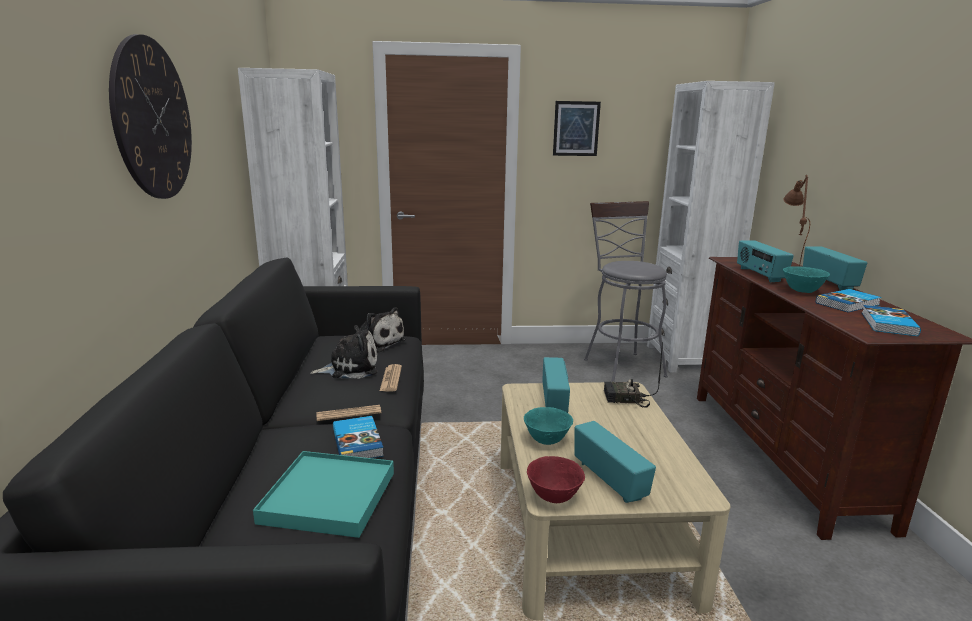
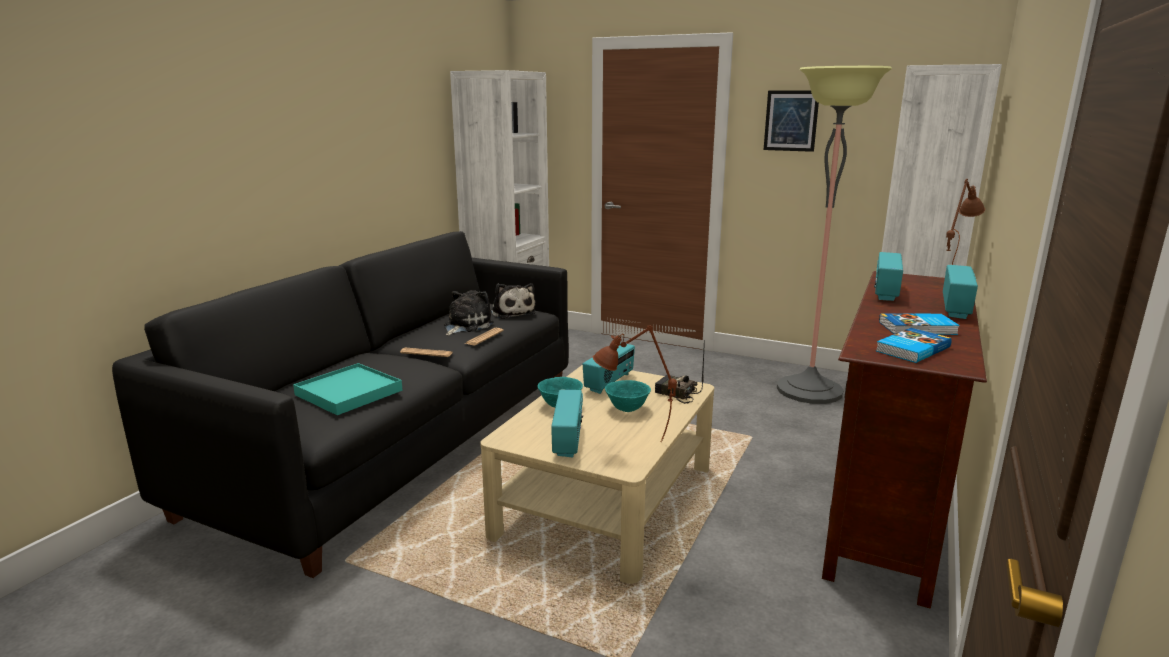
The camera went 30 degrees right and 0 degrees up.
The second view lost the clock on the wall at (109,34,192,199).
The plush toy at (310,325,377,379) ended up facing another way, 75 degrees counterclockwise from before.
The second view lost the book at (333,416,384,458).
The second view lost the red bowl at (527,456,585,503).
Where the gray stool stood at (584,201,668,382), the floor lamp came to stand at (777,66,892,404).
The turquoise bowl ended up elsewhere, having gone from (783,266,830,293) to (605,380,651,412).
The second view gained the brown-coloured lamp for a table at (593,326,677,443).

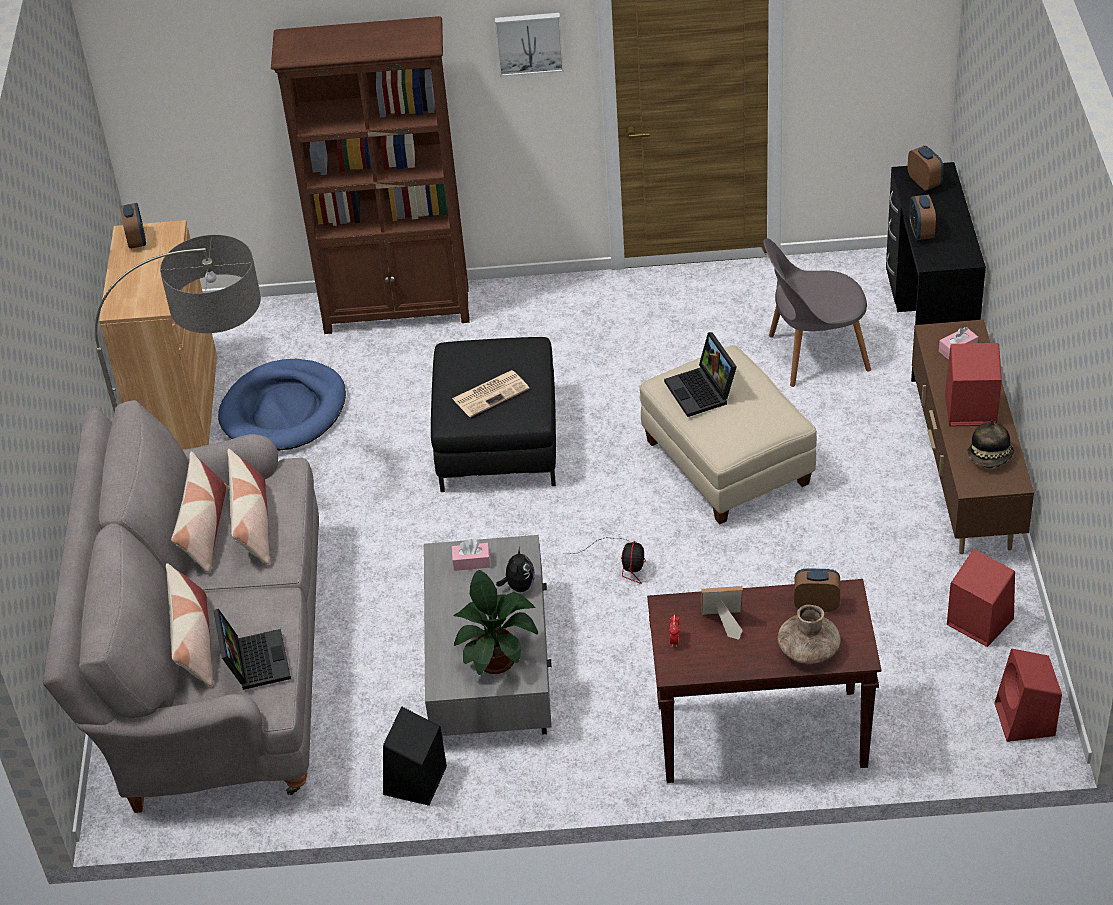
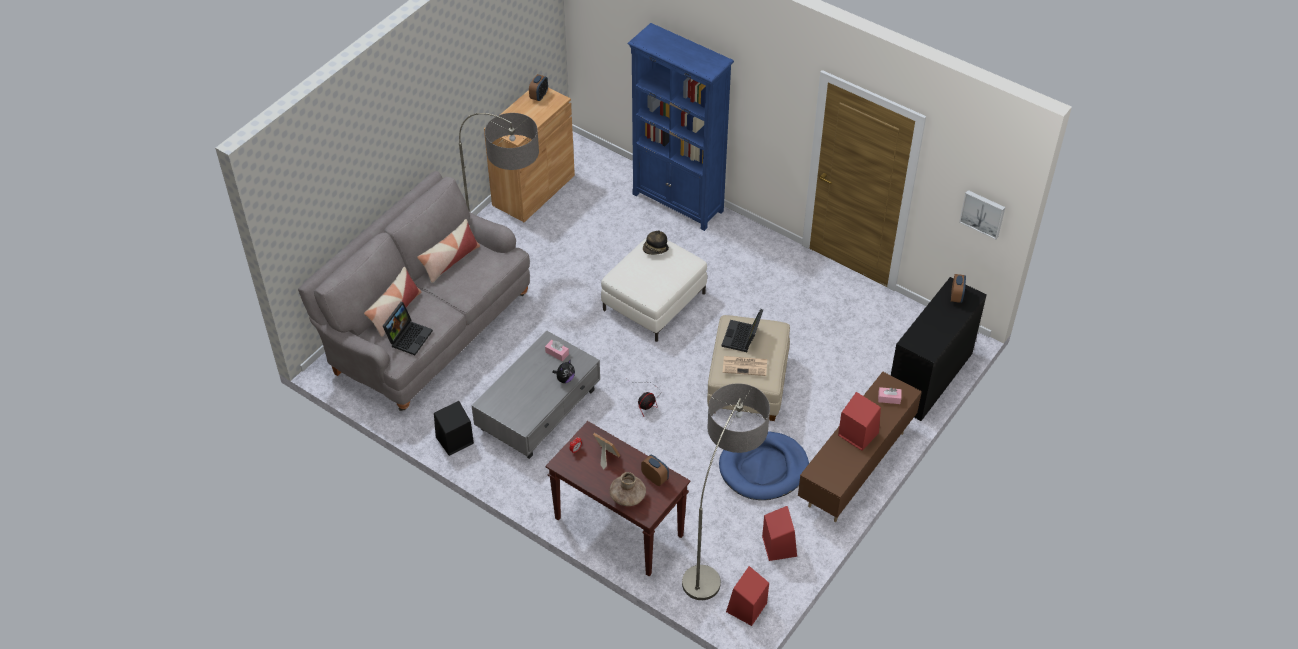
The camera went 35 degrees right and 5 degrees up.
The bluish dog cushion ended up elsewhere, having gone from (218,359,346,451) to (719,431,809,500).
The second view lost the throw pillow at (228,449,270,565).
What was the brown-coloured bookshelf at (271,16,470,334) turned into the bluish bookshelf at (628,23,734,231).
What was the black ottoman at (431,337,556,492) turned into the white-coloured ottoman at (601,237,707,342).
The printed paper ended up elsewhere, having gone from (452,370,529,417) to (723,356,767,376).
The second view lost the houseplant at (453,570,538,675).
The wall art ended up elsewhere, having gone from (495,13,564,77) to (959,190,1005,239).
The second view lost the gray upright chair at (763,238,871,387).
The second view lost the alarm clock at (909,195,936,240).
The hat ended up elsewhere, having gone from (967,420,1014,468) to (643,230,669,255).
The second view gained the floor lamp at (682,383,770,600).

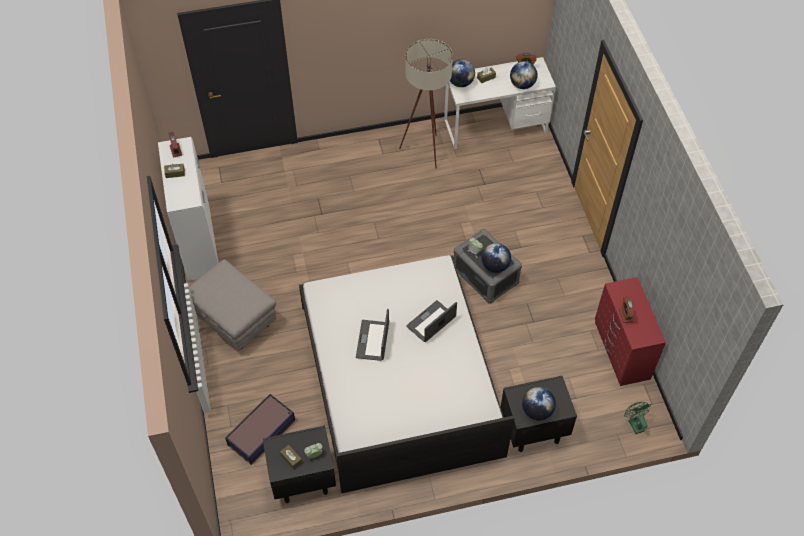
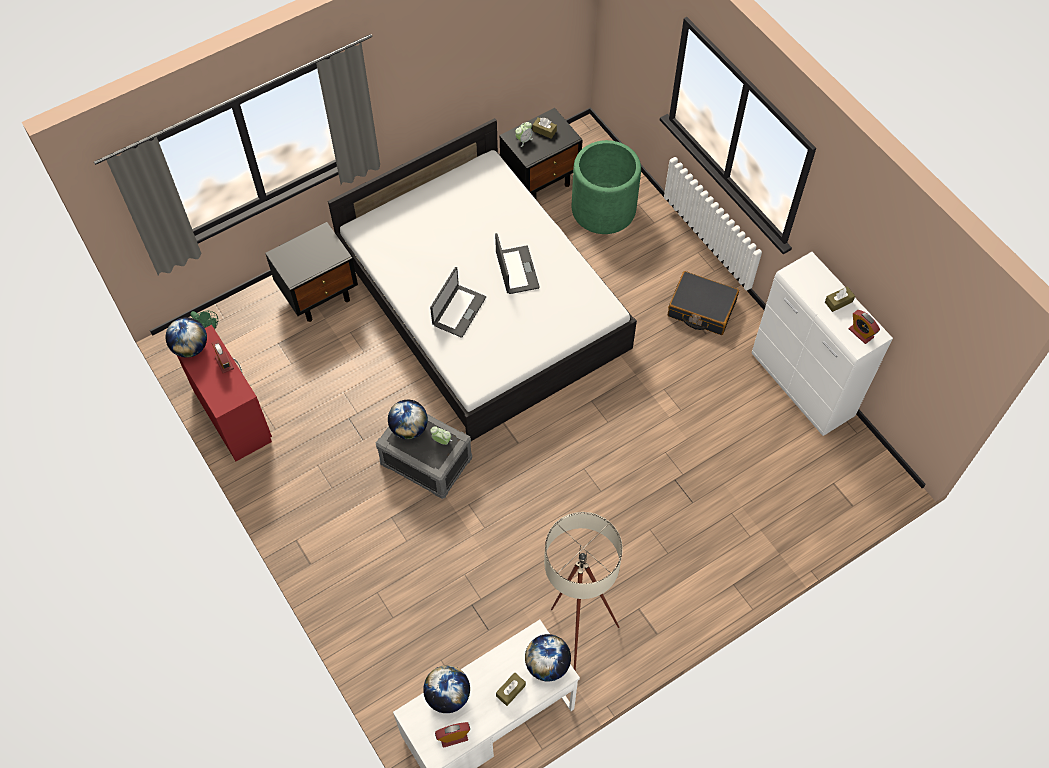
The camera went 160 degrees right and 5 degrees up.
Where the gray ottoman stood at (189,259,276,351), the black suitcase came to stand at (668,271,739,335).
Where the storage bin stood at (225,394,295,465), the greenish planter came to stand at (572,140,641,234).
The globe ended up elsewhere, having gone from (522,387,556,421) to (165,317,207,358).

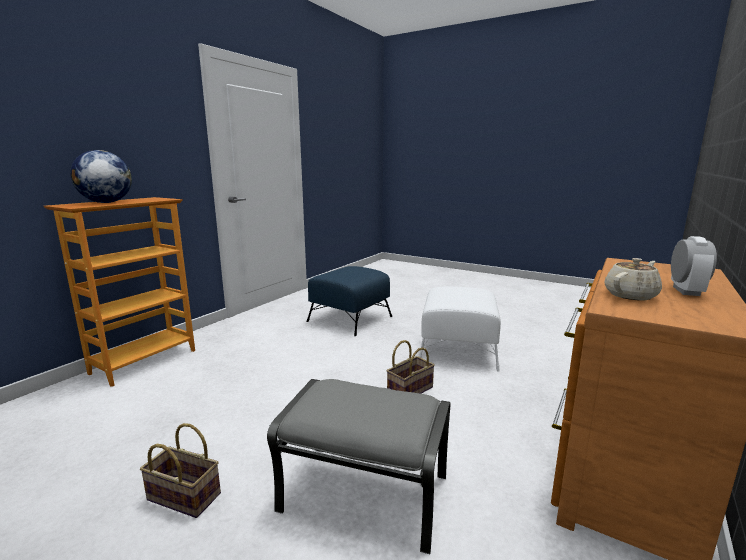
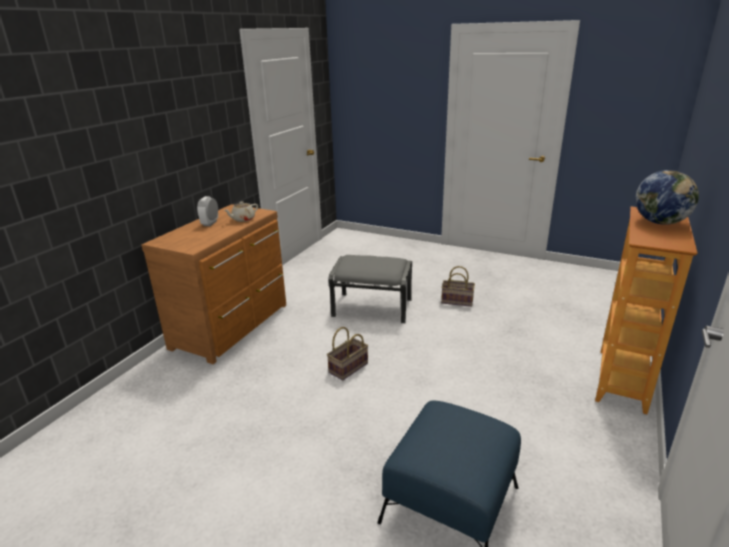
The camera went 175 degrees right and 10 degrees up.
The second view lost the white-coloured ottoman at (419,286,501,371).

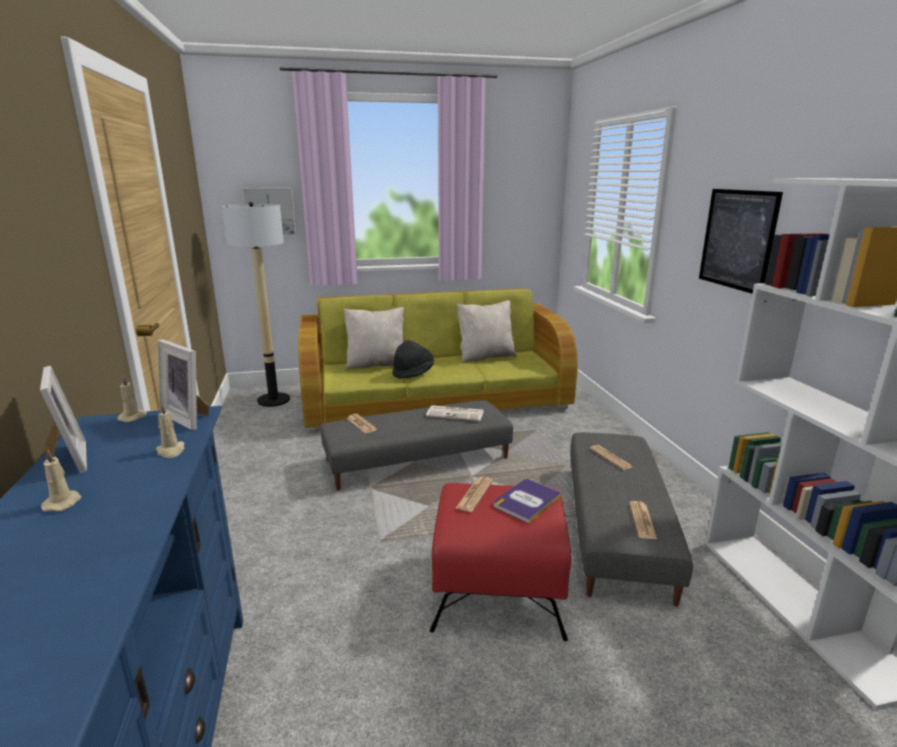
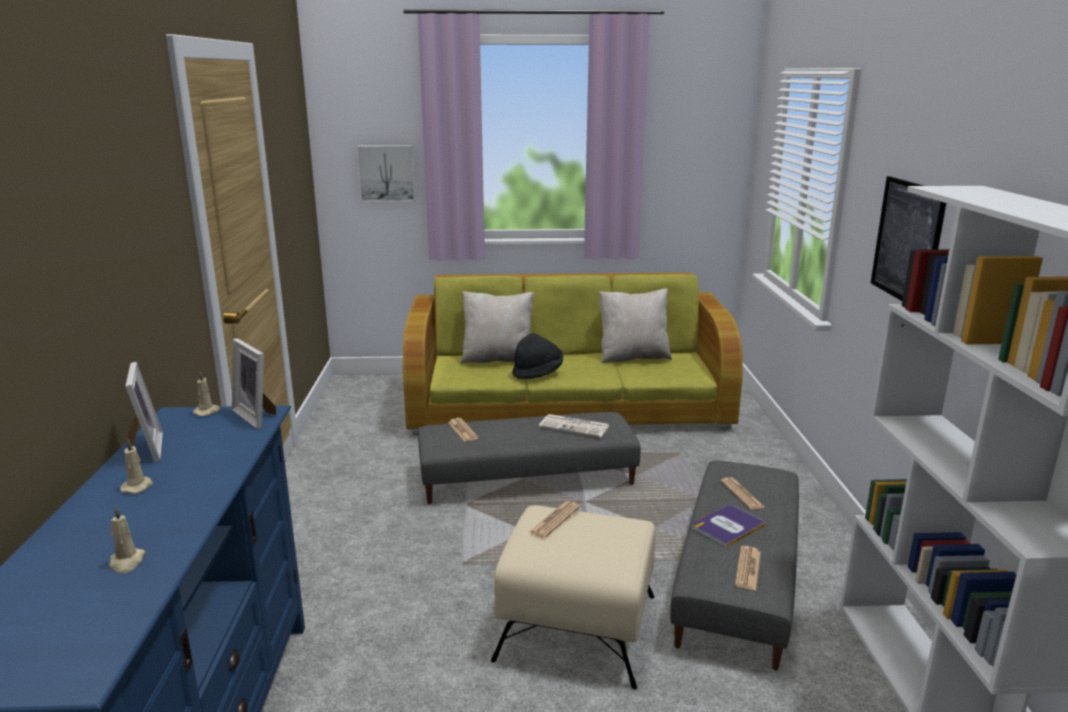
The camera went 10 degrees right and 0 degrees up.
The beige wax candle ended up elsewhere, having gone from (156,404,184,458) to (109,507,145,573).
The second view lost the floor lamp at (222,202,290,407).
What was the red ottoman at (430,483,571,641) turned into the beige ottoman at (491,505,656,690).
The book ended up elsewhere, having gone from (494,479,563,523) to (693,505,766,548).

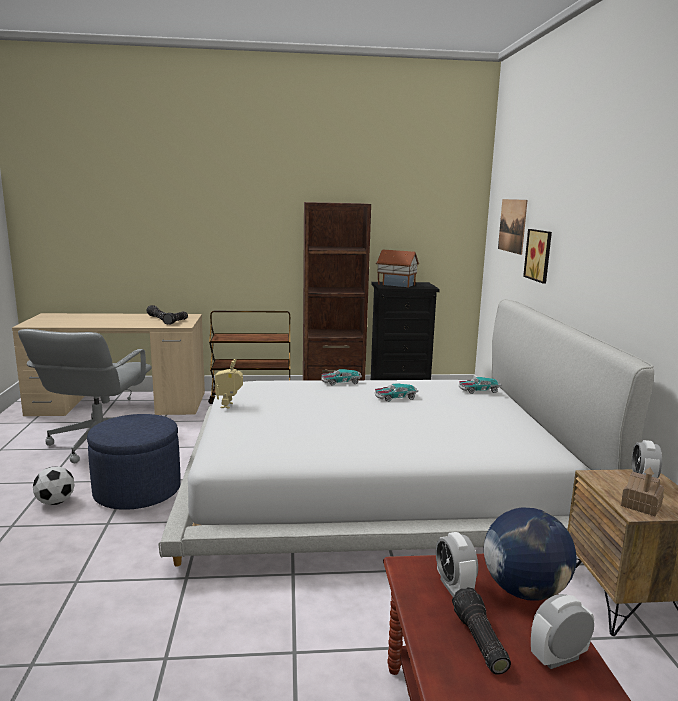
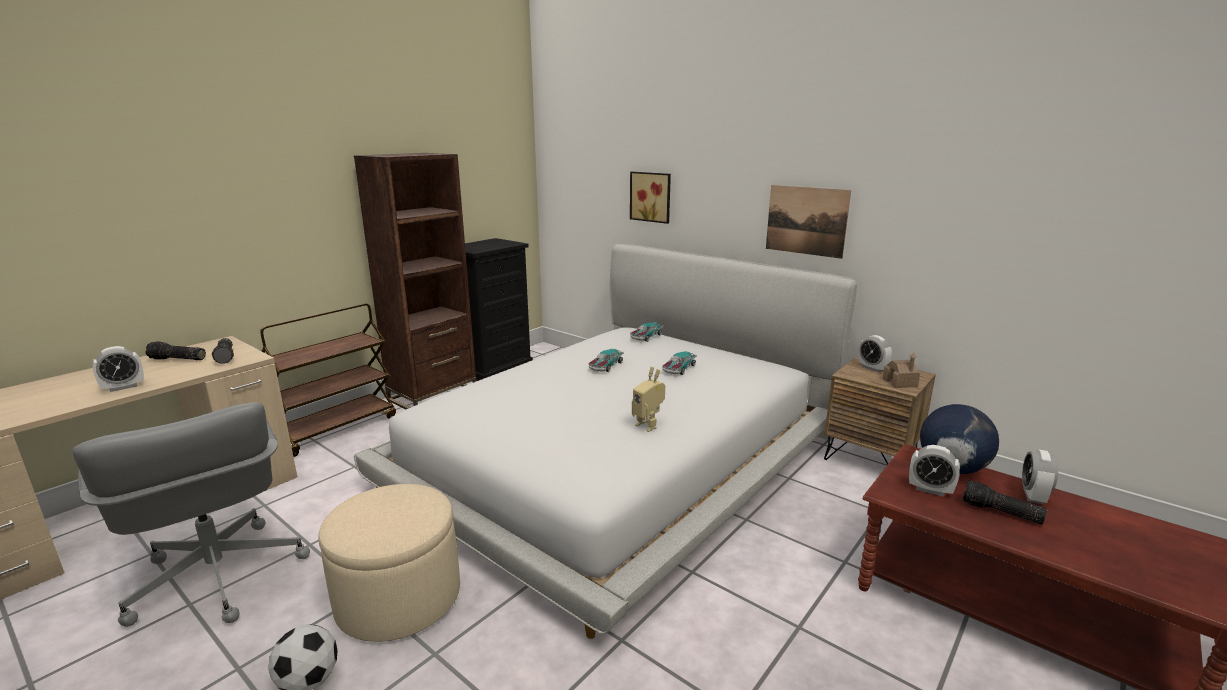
The camera went 45 degrees left and 5 degrees up.
What was the bluish ottoman at (87,414,181,510) turned into the beige ottoman at (318,484,460,642).
The toy robot ended up elsewhere, having gone from (215,359,243,409) to (632,367,665,432).
The miniature car ended up elsewhere, having gone from (321,369,362,386) to (662,351,697,375).
The second view lost the model house at (376,250,419,288).
The wall art ended up elsewhere, having gone from (498,199,528,255) to (766,185,851,259).
The second view gained the alarm clock at (92,346,144,392).

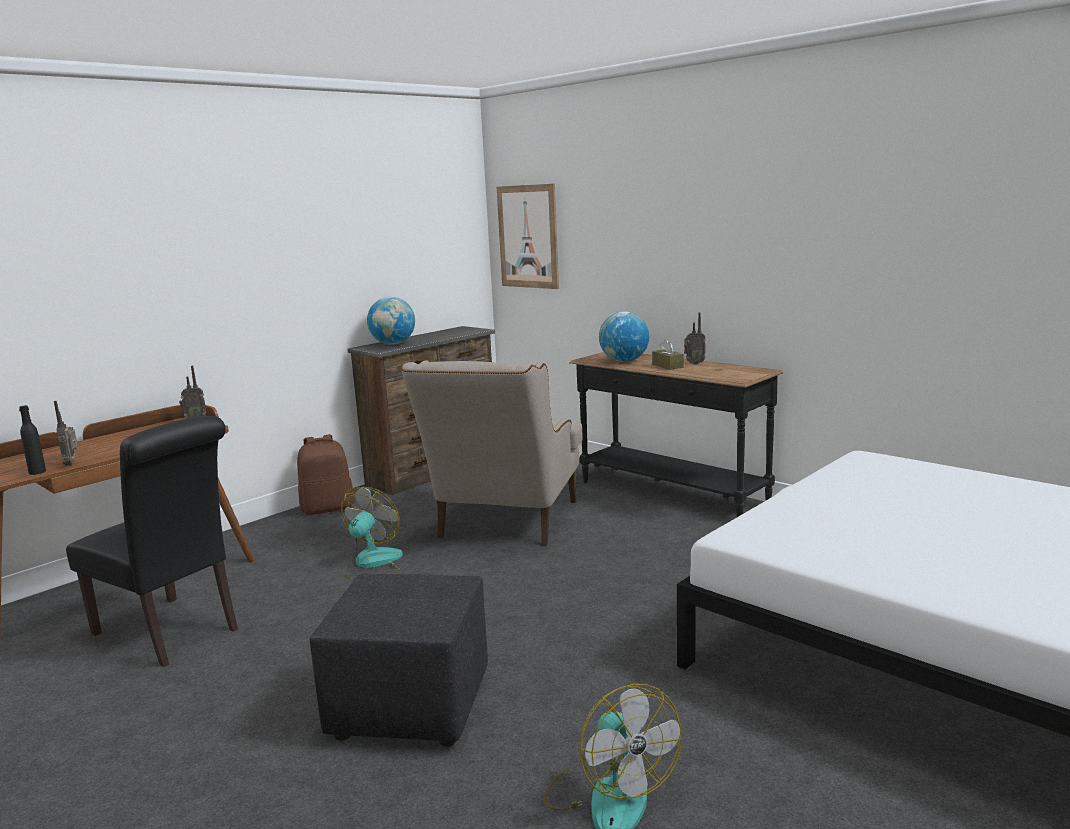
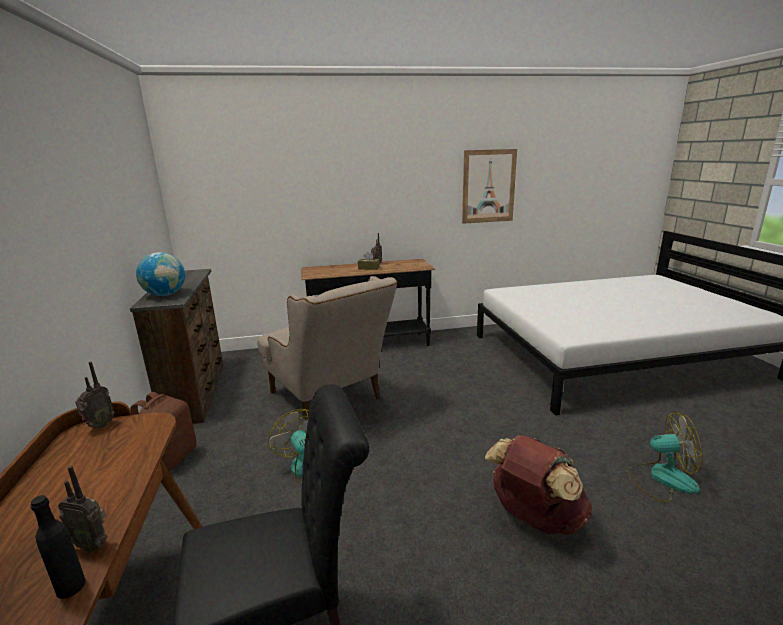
The camera went 55 degrees left and 5 degrees up.
Where the black ottoman stood at (310,573,488,747), the brown-coloured knapsack came to stand at (485,435,592,535).
The wall art ended up elsewhere, having gone from (497,184,559,289) to (462,149,517,224).
The second view lost the globe at (599,312,649,362).

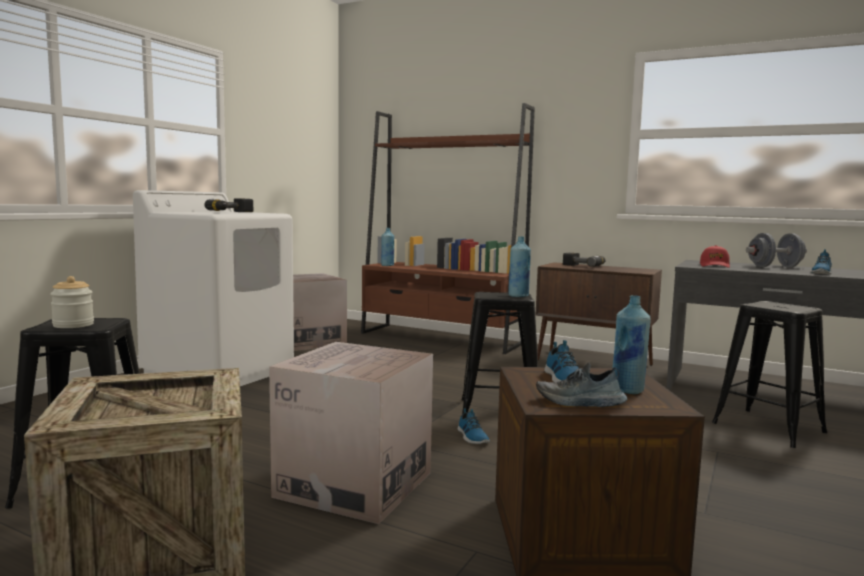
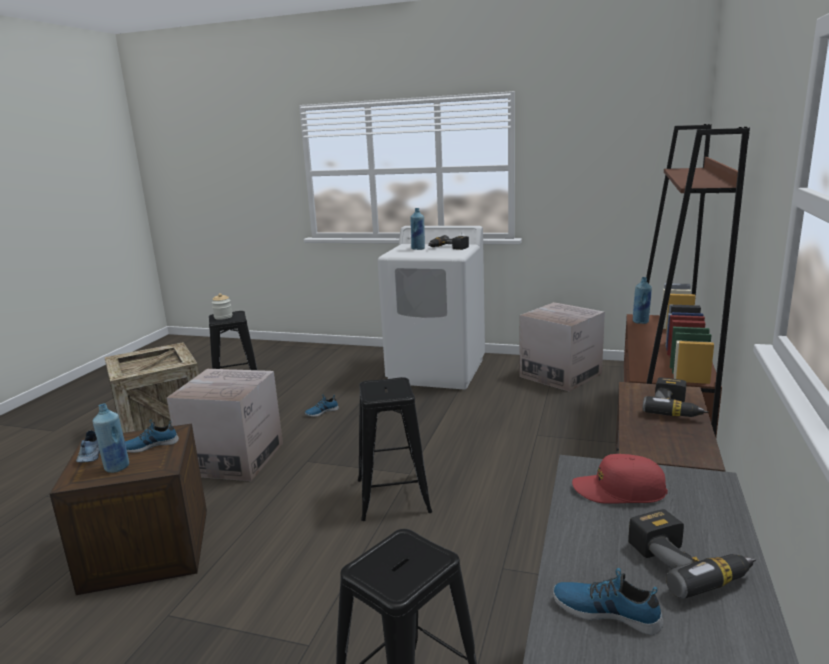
The camera went 80 degrees right and 10 degrees up.
The item of footwear ended up elsewhere, having gone from (457,408,490,444) to (304,394,339,417).
The bluish drink bottle ended up elsewhere, having gone from (509,236,531,297) to (410,208,425,250).
Where the gray dumbbell stood at (746,233,807,267), the electric drill came to stand at (628,509,756,599).

